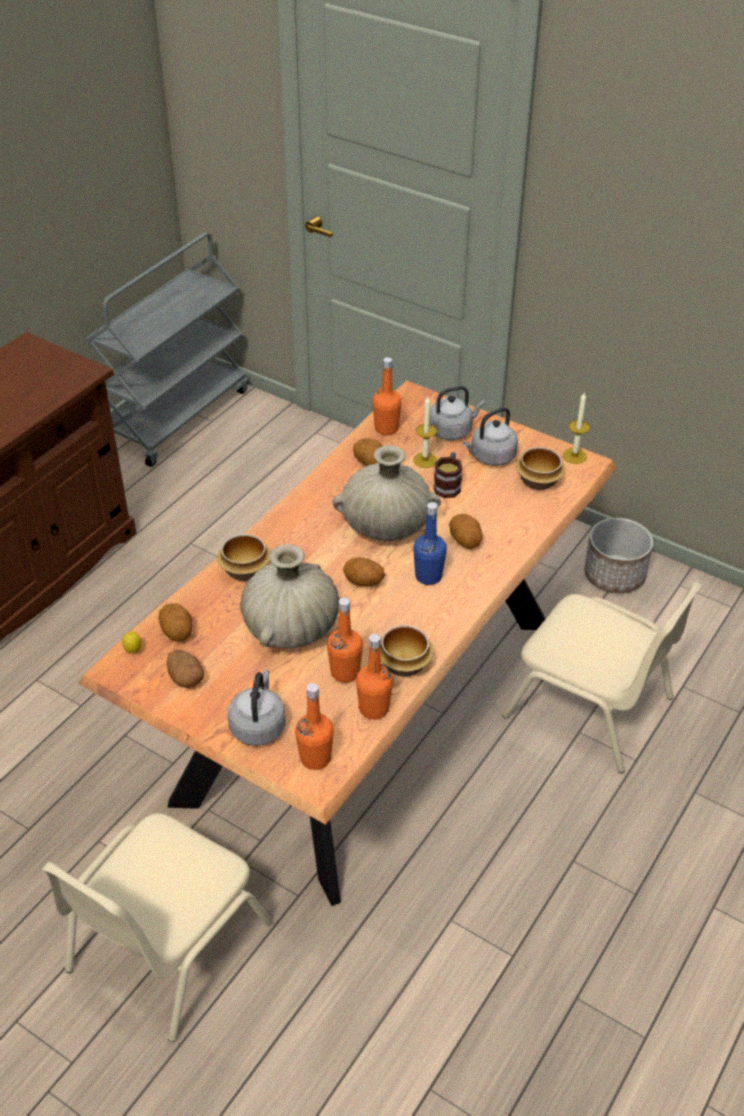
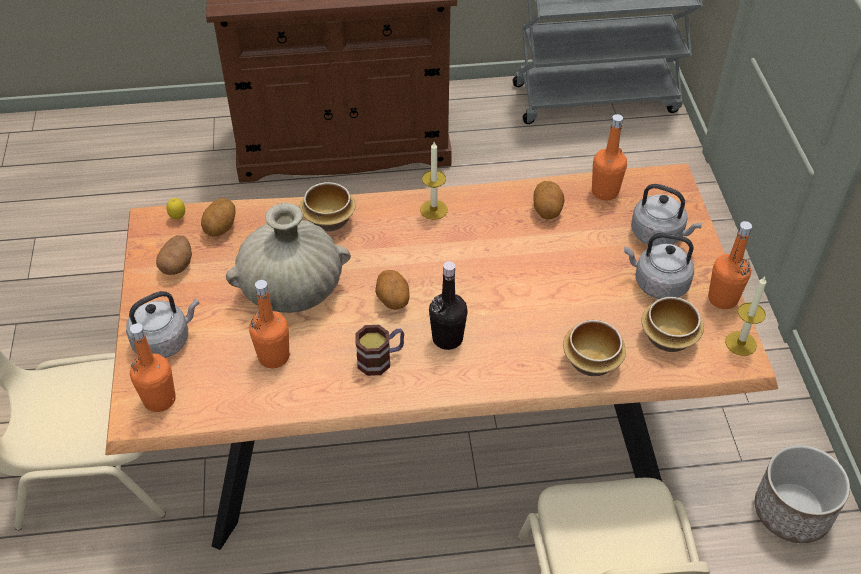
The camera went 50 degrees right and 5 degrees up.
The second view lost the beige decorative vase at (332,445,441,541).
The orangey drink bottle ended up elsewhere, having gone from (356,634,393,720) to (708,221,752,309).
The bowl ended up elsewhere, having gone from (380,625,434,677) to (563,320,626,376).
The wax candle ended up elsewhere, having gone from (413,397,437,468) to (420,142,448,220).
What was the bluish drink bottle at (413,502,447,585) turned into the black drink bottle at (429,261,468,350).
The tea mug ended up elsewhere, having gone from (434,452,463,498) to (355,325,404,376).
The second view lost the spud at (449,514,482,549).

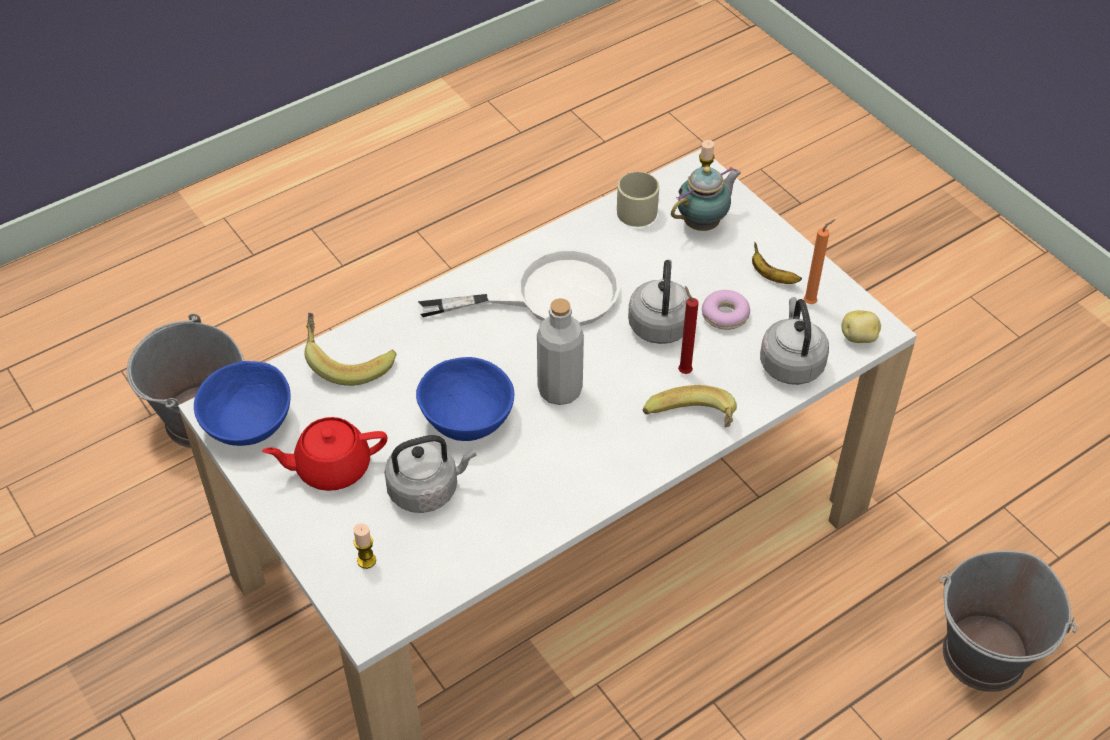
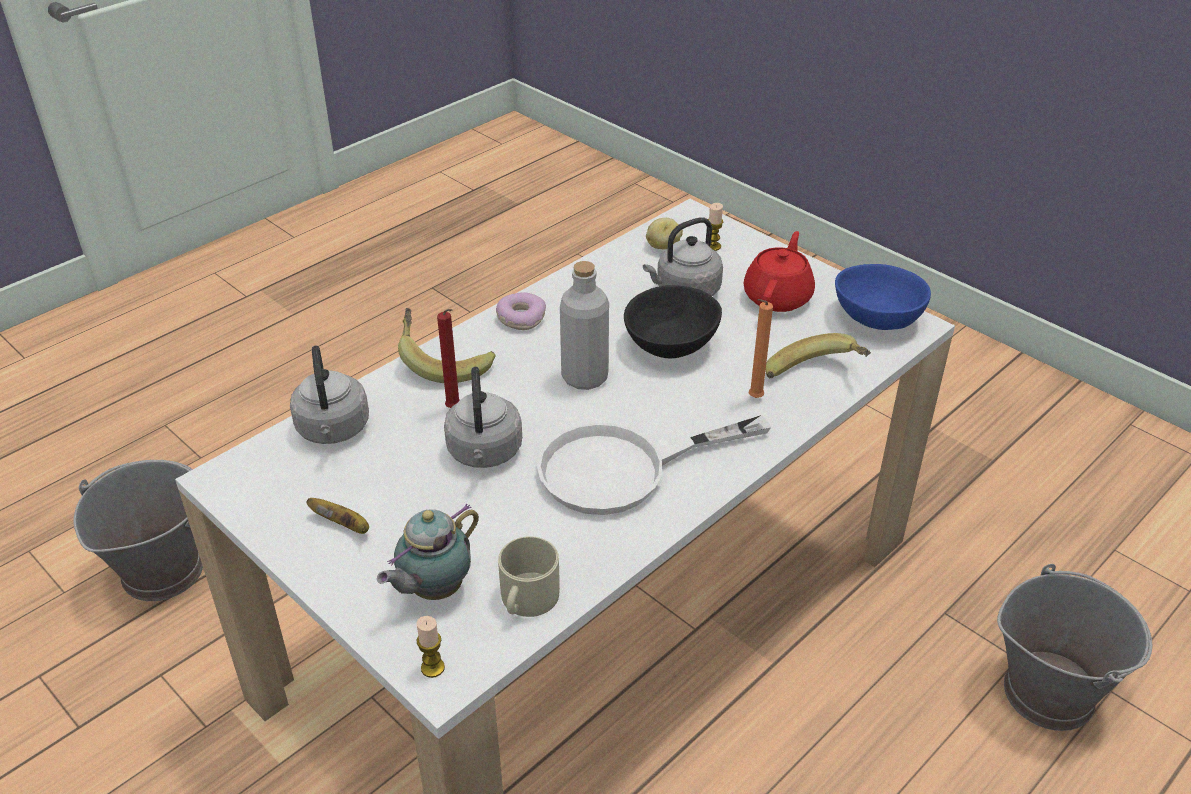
The camera went 170 degrees right and 10 degrees down.
The red pot for tea at (262,417,387,491) ended up facing another way, 45 degrees counterclockwise from before.
What was the bluish bowl at (416,357,514,441) turned into the black bowl at (624,285,722,358).
The doughnut ended up elsewhere, having gone from (702,290,750,330) to (496,292,546,330).
The orangey wax candle ended up elsewhere, having gone from (803,219,835,304) to (749,299,773,398).
The spud ended up elsewhere, having gone from (841,310,881,343) to (646,218,683,250).

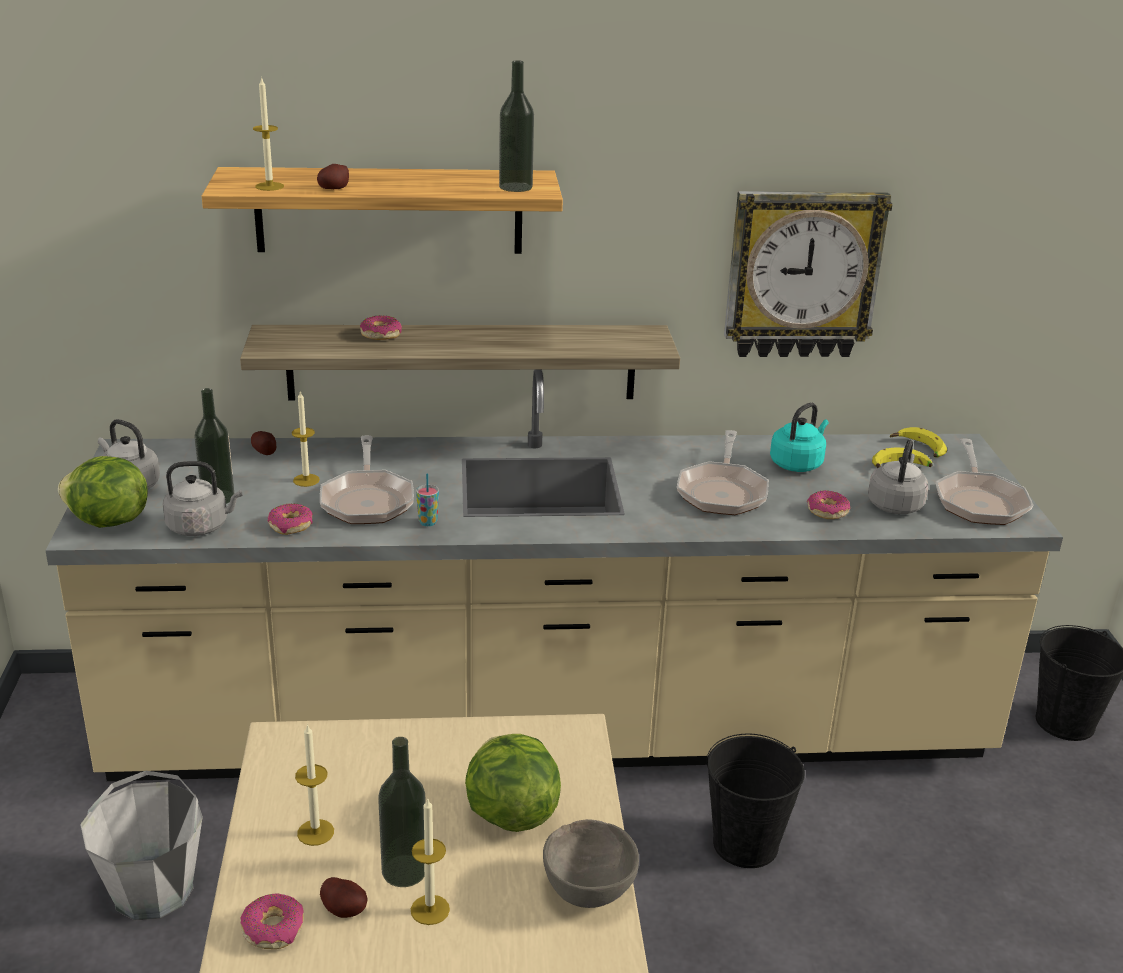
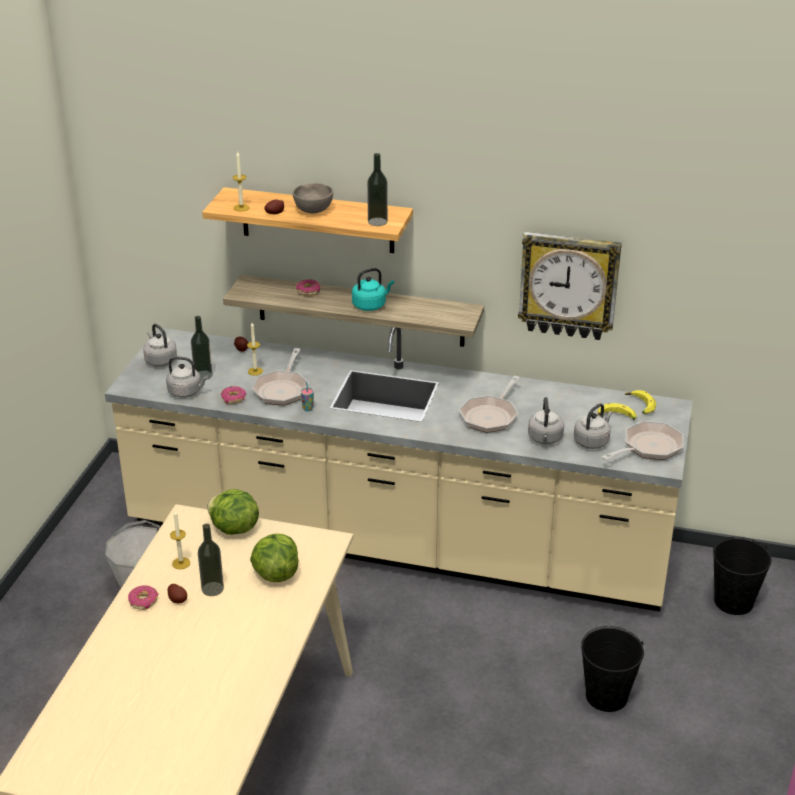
The camera went 20 degrees right and 5 degrees up.
The head of lettuce ended up elsewhere, having gone from (58,456,148,528) to (207,489,259,535).
The second view lost the wax candle at (411,797,450,925).
The gray bowl ended up elsewhere, having gone from (543,819,639,908) to (293,183,333,213).
The black pail ended up elsewhere, having gone from (707,734,805,868) to (581,626,644,712).
The turquoise kettle ended up elsewhere, having gone from (770,402,829,472) to (352,268,394,311).
Where the doughnut stood at (807,490,850,519), the gray kettle came to stand at (528,397,564,444).
The frying pan at (936,438,1033,525) ended up facing another way, 150 degrees counterclockwise from before.

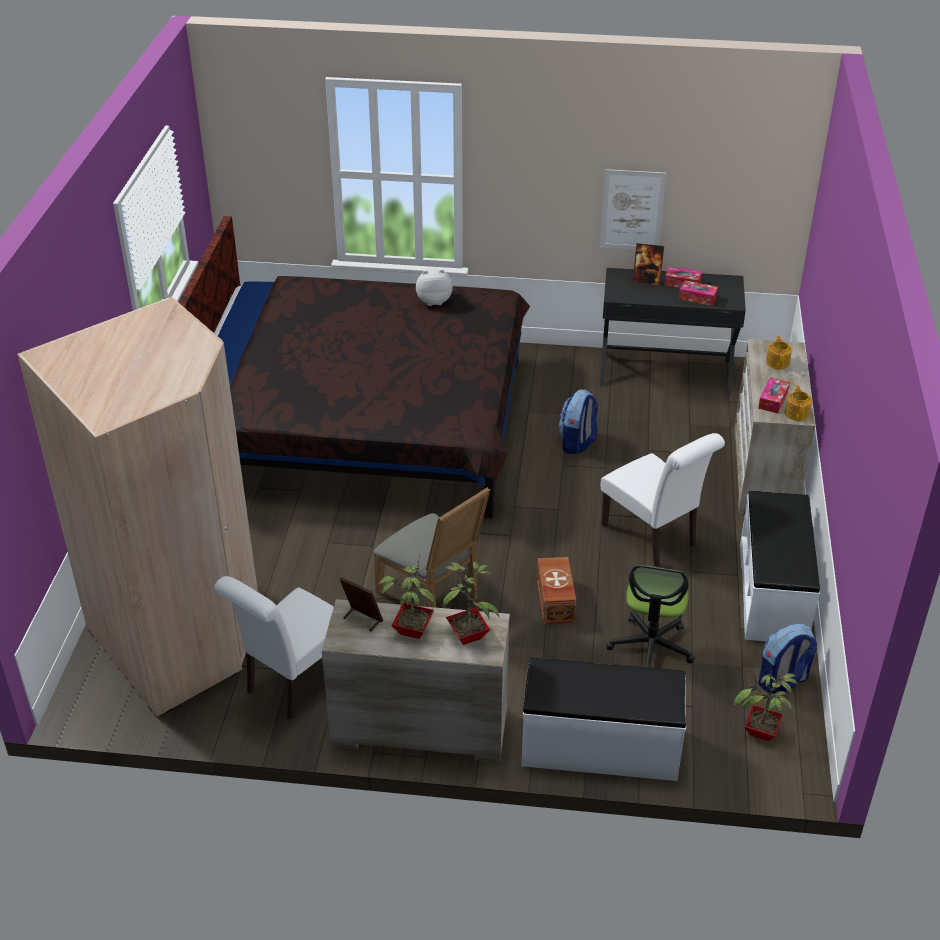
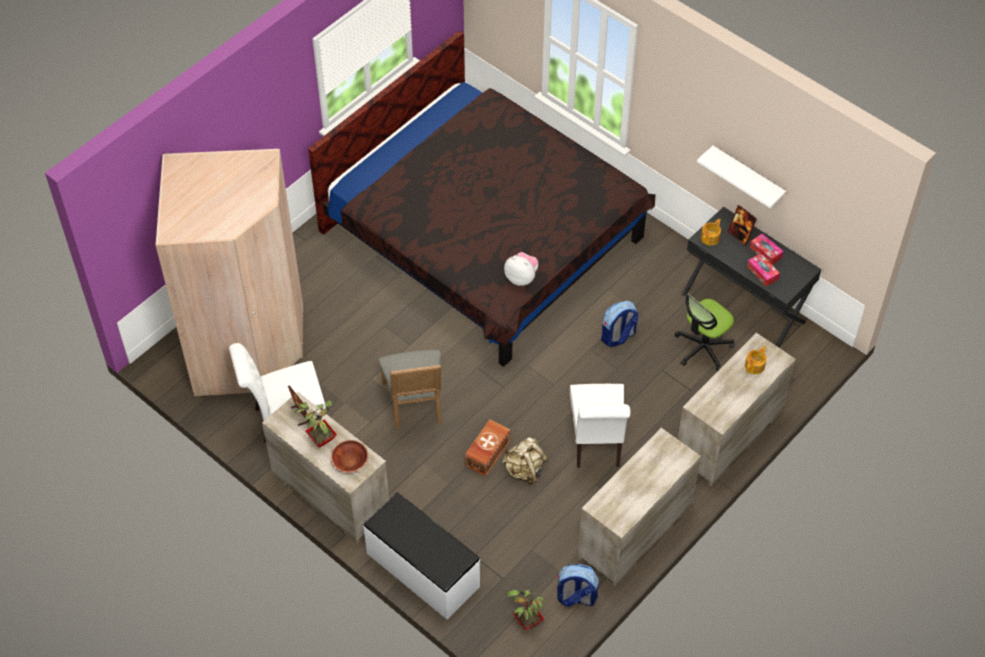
The camera went 35 degrees right and 15 degrees up.
The plush toy ended up elsewhere, having gone from (416,269,453,306) to (504,252,539,286).
Where the houseplant stood at (442,562,499,645), the brown-coloured bowl came to stand at (331,440,369,473).
Where the wall art hung at (600,169,666,250), the white-coloured wall shelf came to hang at (697,146,786,208).
The office chair ended up elsewhere, having gone from (606,565,695,668) to (675,293,734,372).
Where the white-coloured bench stood at (740,491,820,641), the beige drawer chest came to stand at (578,428,701,587).
The second view lost the box of tissues at (758,377,790,413).
The pot for tea ended up elsewhere, having gone from (785,385,812,421) to (701,219,721,246).
The second view gained the beige knapsack at (502,437,548,485).

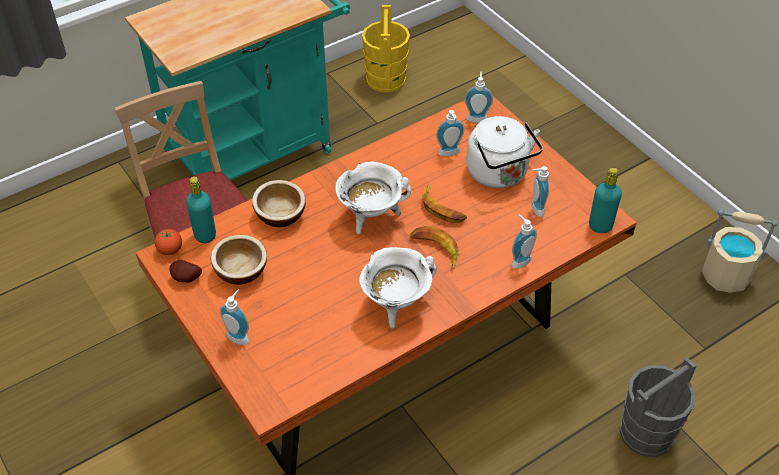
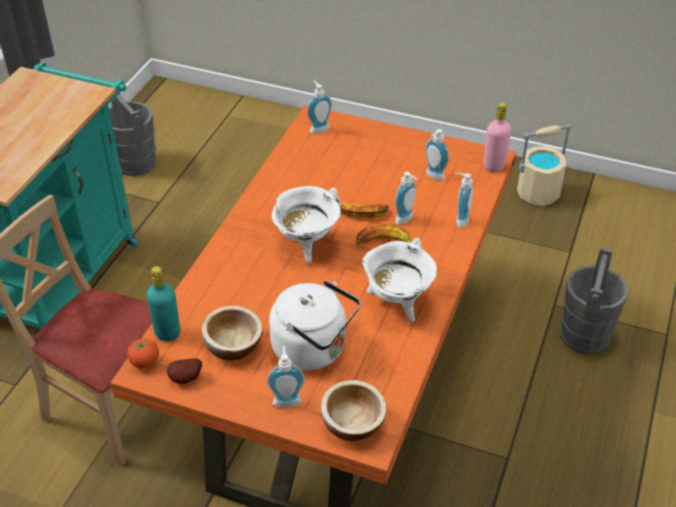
The camera went 35 degrees left and 5 degrees down.
The bowl ended up elsewhere, having gone from (252,180,306,227) to (321,380,387,441).
What was the yellow-coloured pail at (362,5,410,92) turned into the gray pail at (109,93,157,176).
The soap dispenser ended up elsewhere, having gone from (436,110,465,156) to (395,172,417,225).
The white-coloured kettle ended up elsewhere, having gone from (466,116,543,188) to (269,280,361,370).
What was the turquoise drink bottle at (589,168,622,233) turned into the pink drink bottle at (483,103,511,172).

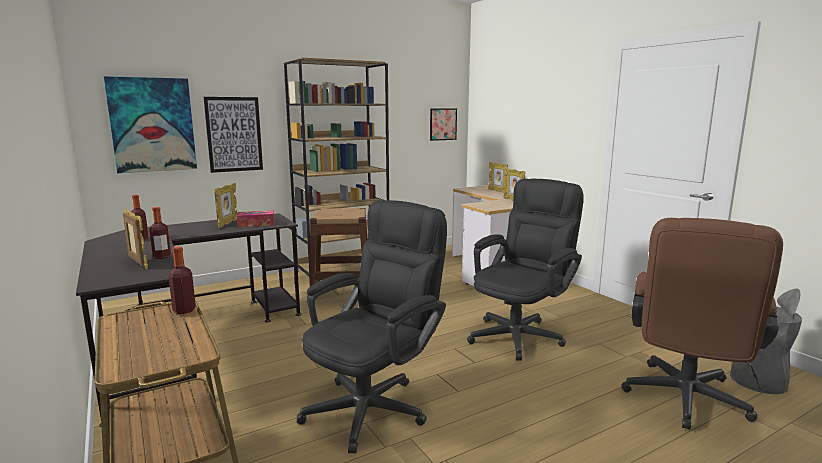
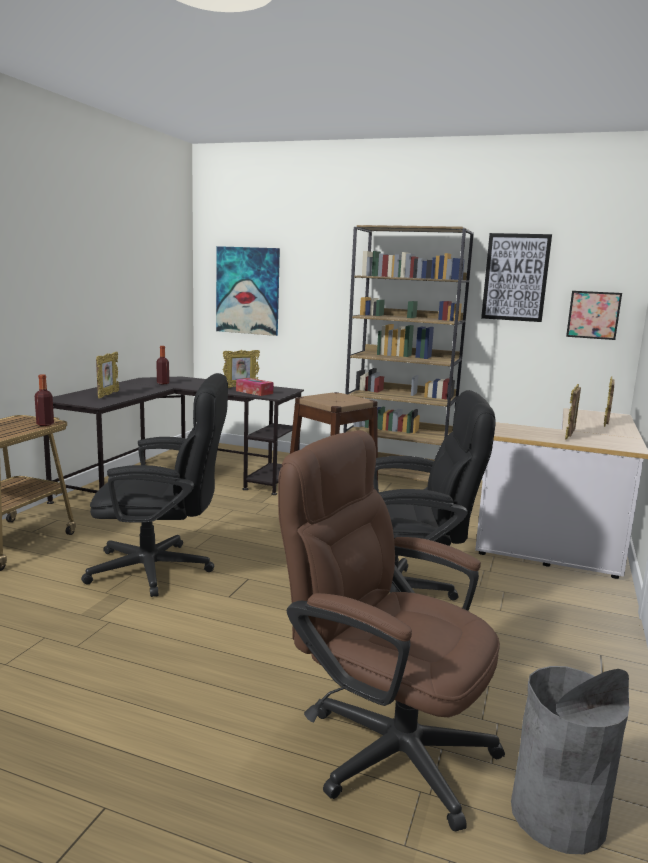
The camera went 50 degrees right and 0 degrees up.
The second view lost the drink bottle at (149,207,171,259).
The wall art ended up elsewhere, having gone from (204,97,263,173) to (481,233,552,322).
The brown-coloured office chair at (621,218,783,430) ended up facing another way, 45 degrees clockwise from before.

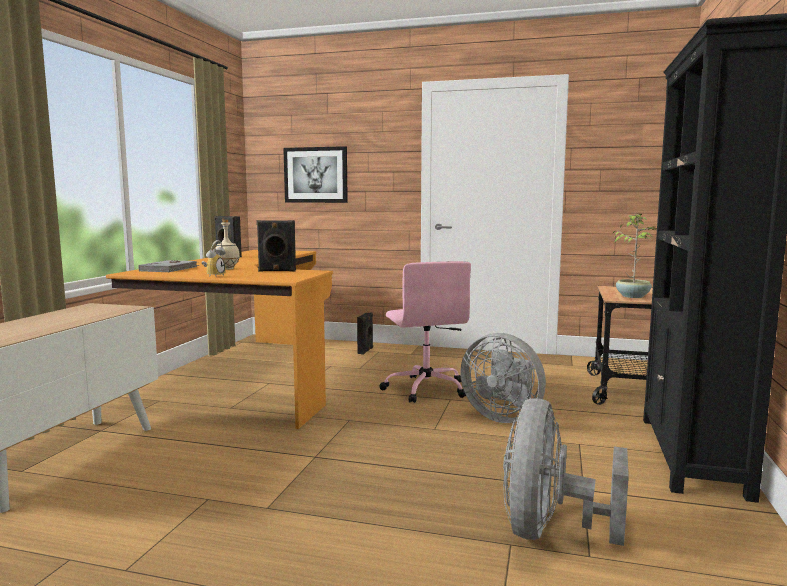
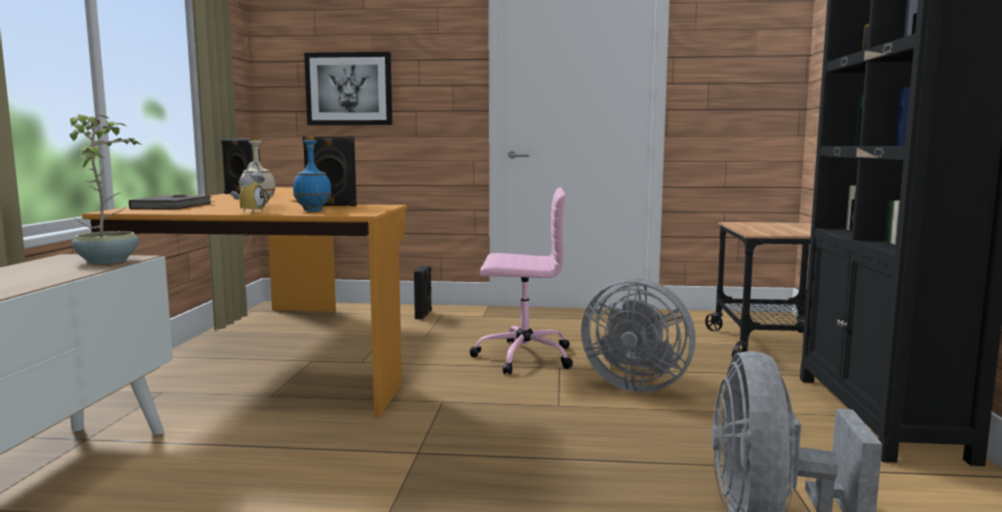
The camera went 10 degrees left and 0 degrees up.
What was the gray book at (138,260,199,272) turned into the brown-coloured book at (129,194,214,210).
The pink office chair at (379,261,471,403) ended up facing another way, 60 degrees counterclockwise from before.
The houseplant ended up elsewhere, having gone from (613,214,657,298) to (70,114,141,264).
The second view gained the bluish drink bottle at (293,136,332,211).

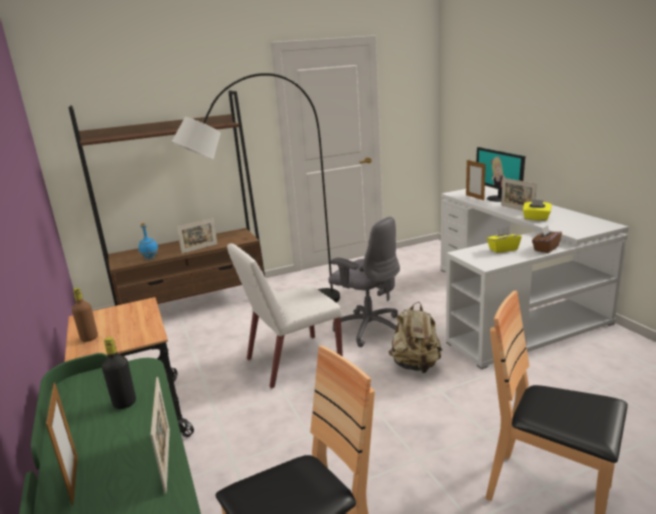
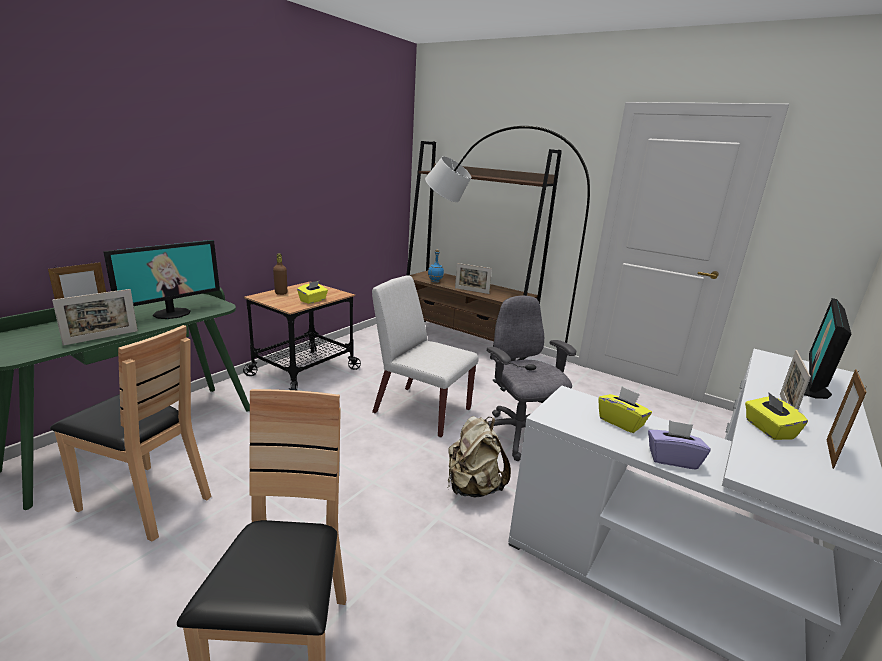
The camera went 55 degrees right and 0 degrees up.
Where the black drink bottle stood at (102,337,136,409), the computer display came to stand at (103,240,220,319).
The gray office chair at (328,216,400,347) ended up facing another way, 150 degrees clockwise from before.
The standing frame ended up elsewhere, having gone from (466,159,486,200) to (827,369,866,469).
What was the brown-coloured box of tissues at (532,225,562,253) turned into the purplish box of tissues at (648,420,711,470).
The second view gained the yellow-coloured box of tissues at (297,281,328,304).

